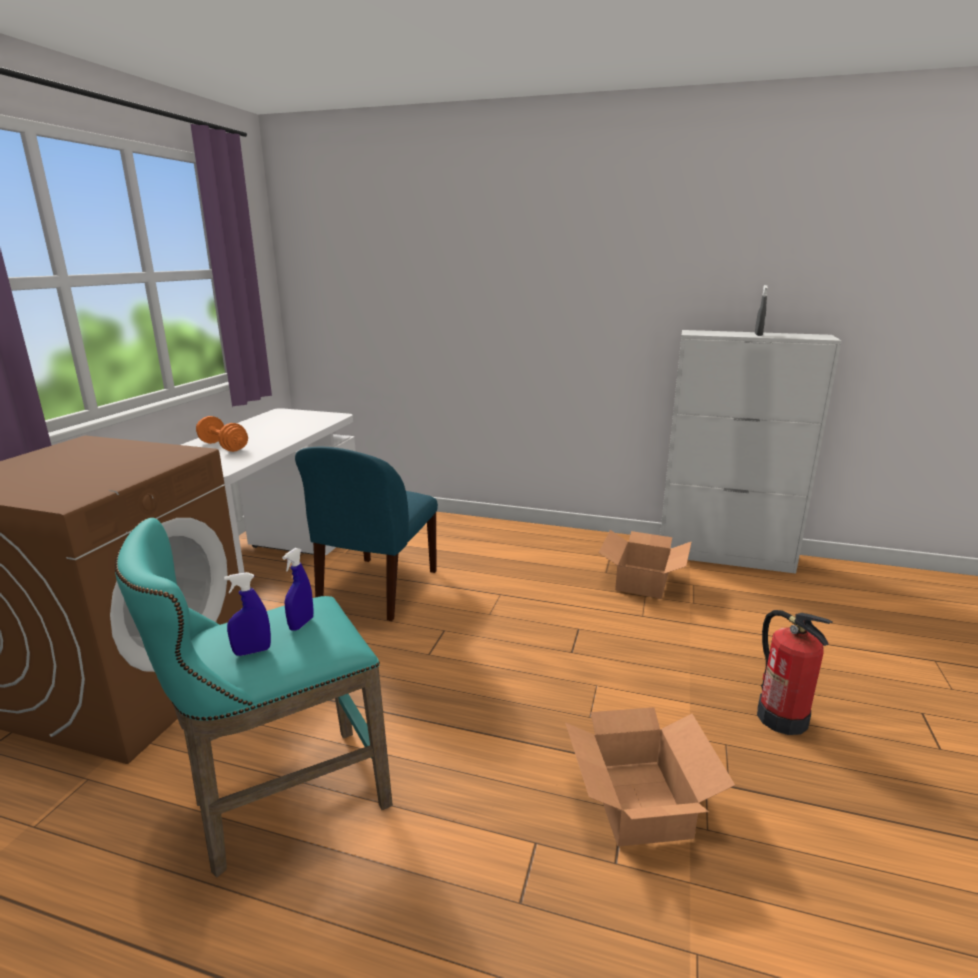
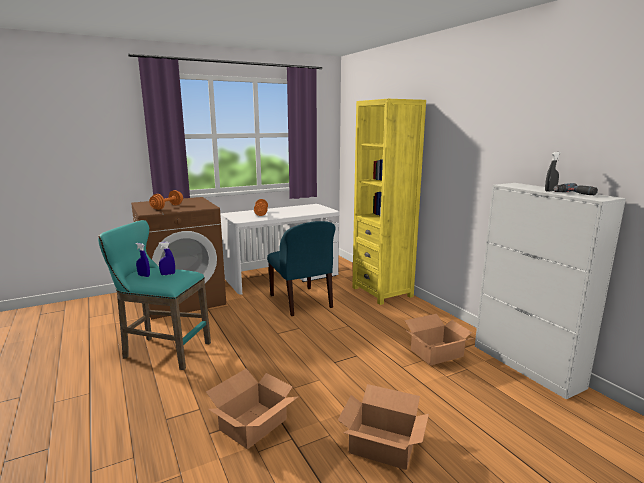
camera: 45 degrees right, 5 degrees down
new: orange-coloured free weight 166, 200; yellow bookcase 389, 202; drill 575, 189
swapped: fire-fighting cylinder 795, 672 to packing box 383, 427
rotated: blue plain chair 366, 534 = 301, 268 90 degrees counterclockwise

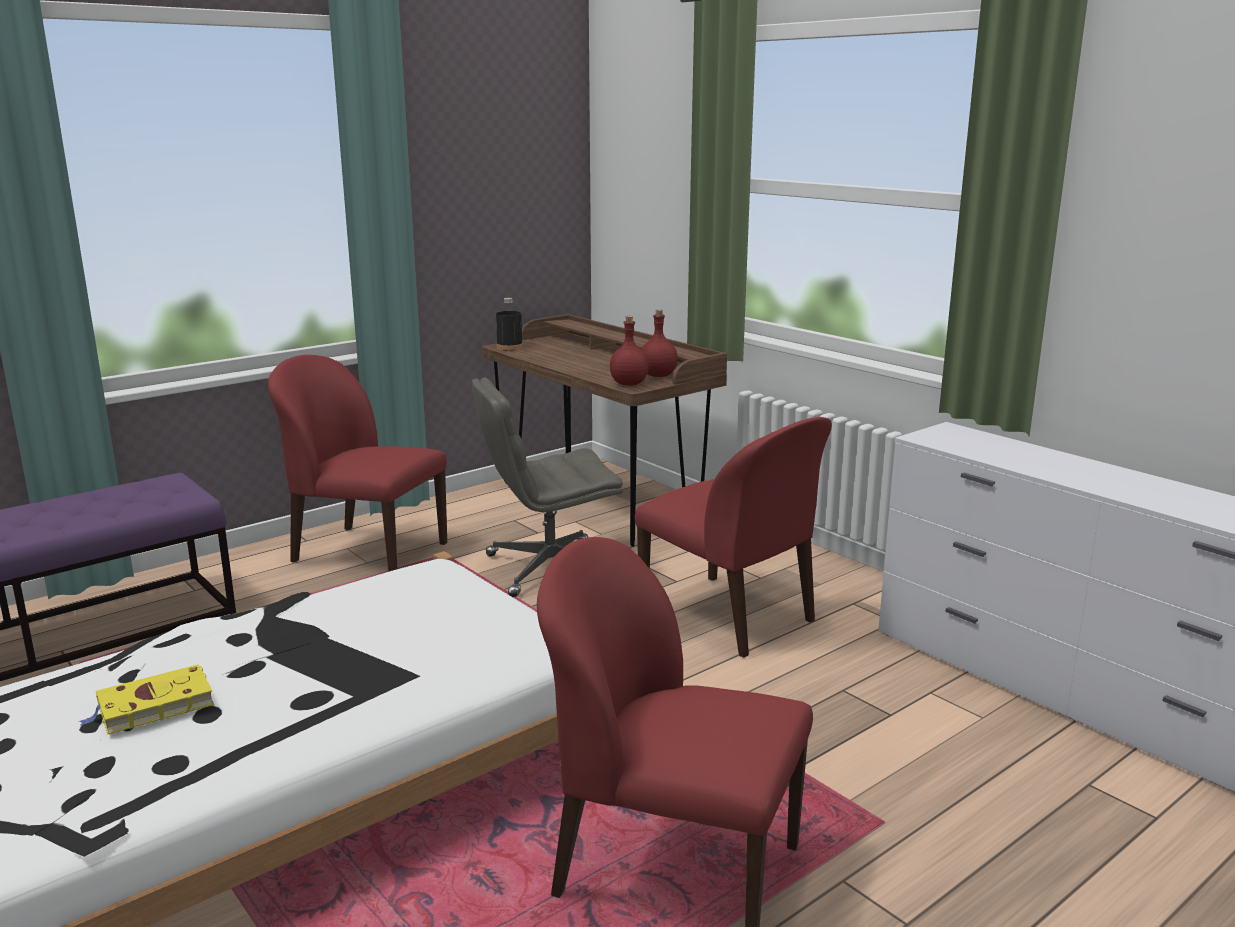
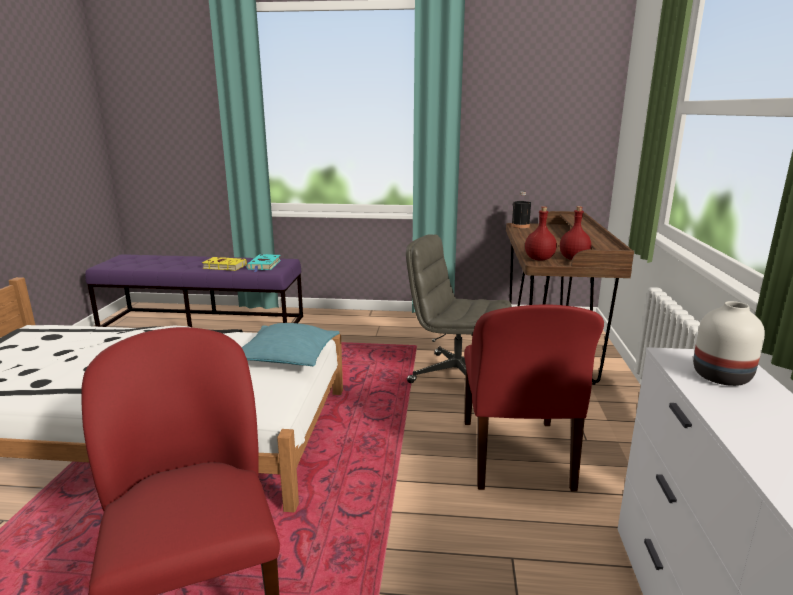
camera: 45 degrees right, 0 degrees up
gone: red plain chair 357, 463
new: turquoise-coloured cushion 290, 344; turquoise-coloured book 264, 263; white decorative vase 729, 343
shifted: yellow book 146, 699 to 224, 264

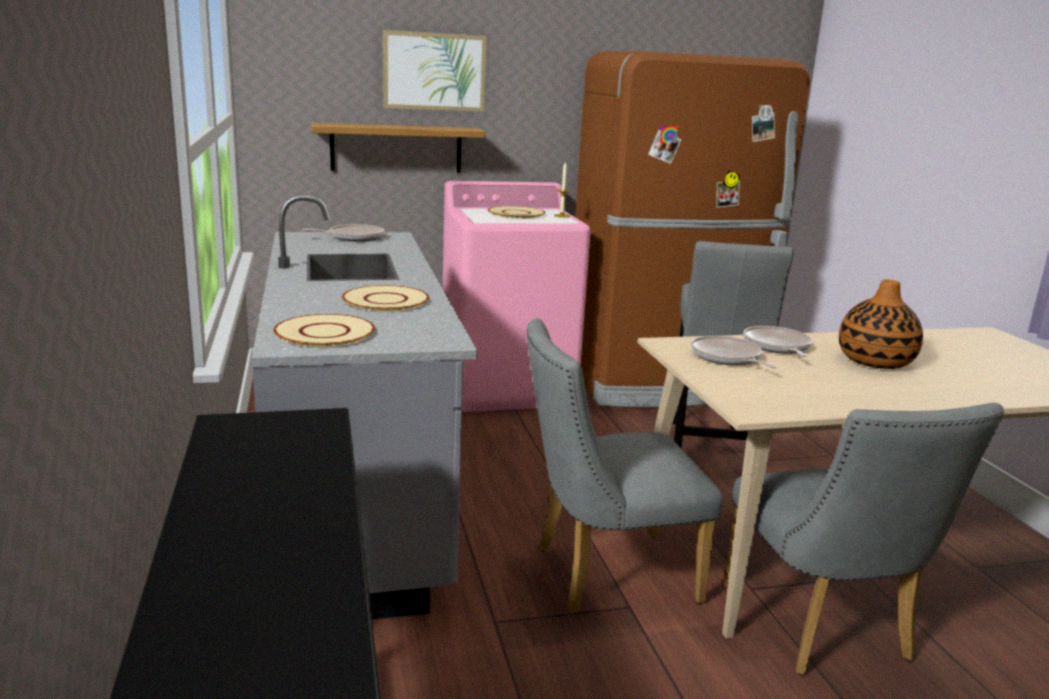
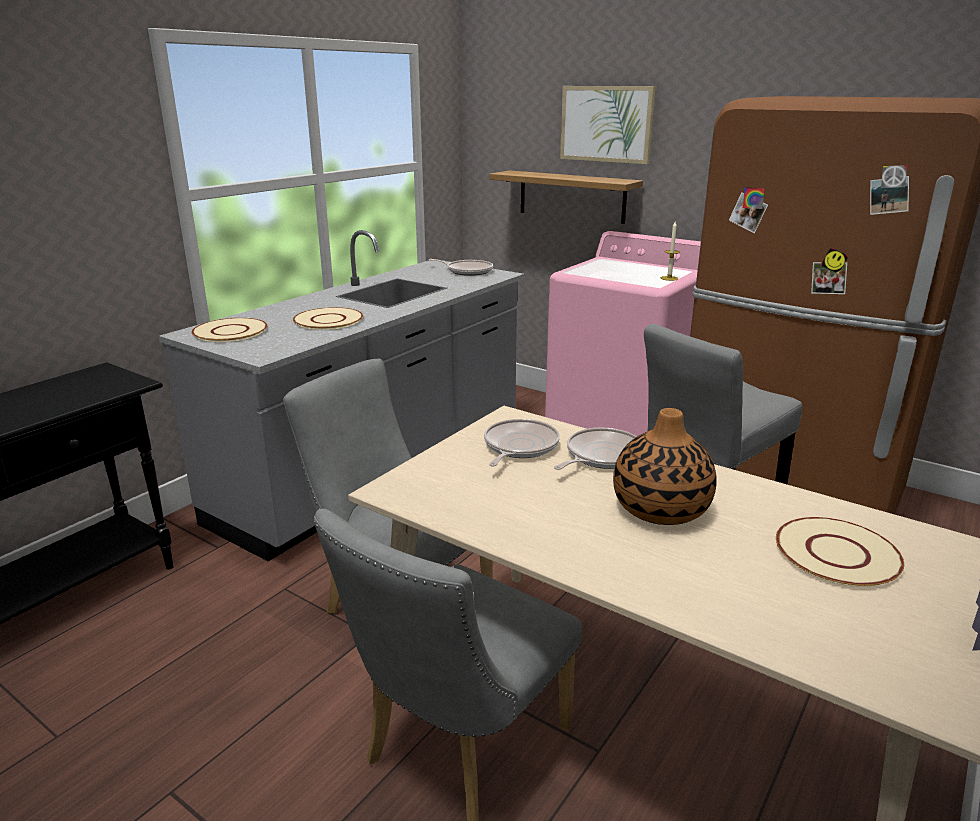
camera: 50 degrees right, 5 degrees up
shifted: beige-coloured dinner plate 516, 212 to 840, 552

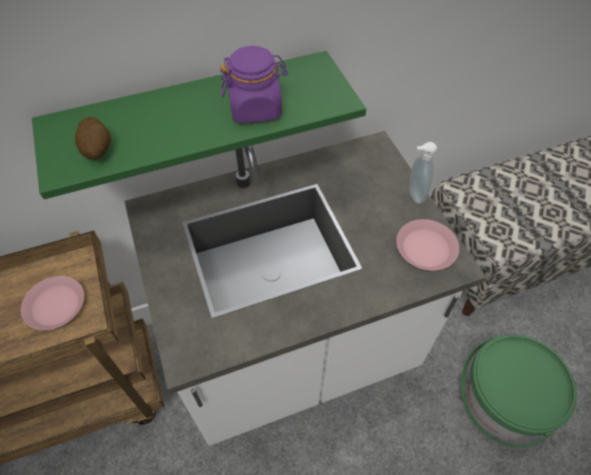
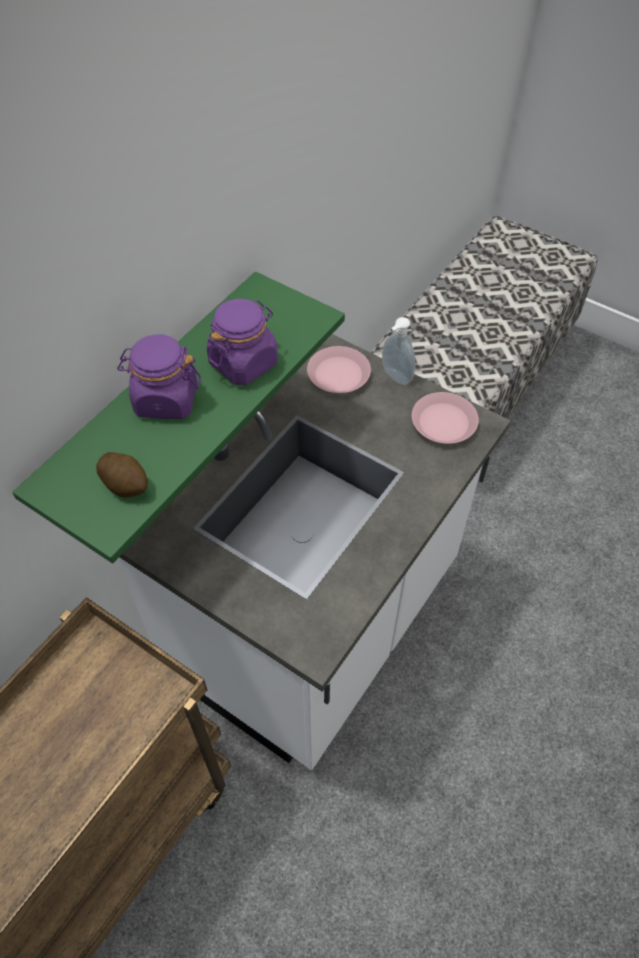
camera: 35 degrees left, 0 degrees up
gone: greenish pail 519, 391
new: purplish jar 159, 376
shifted: pinkish dinner plate 52, 303 to 339, 369

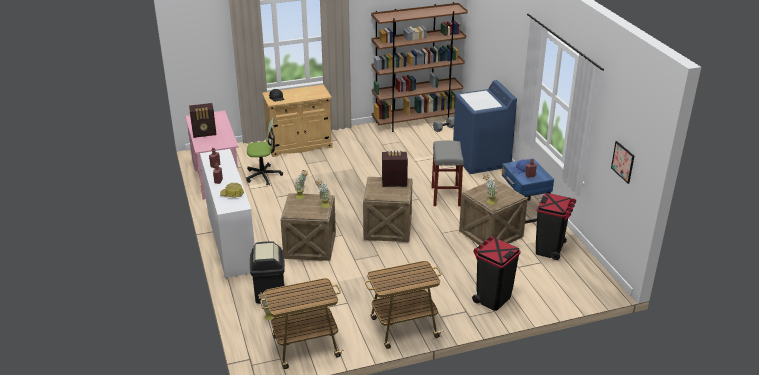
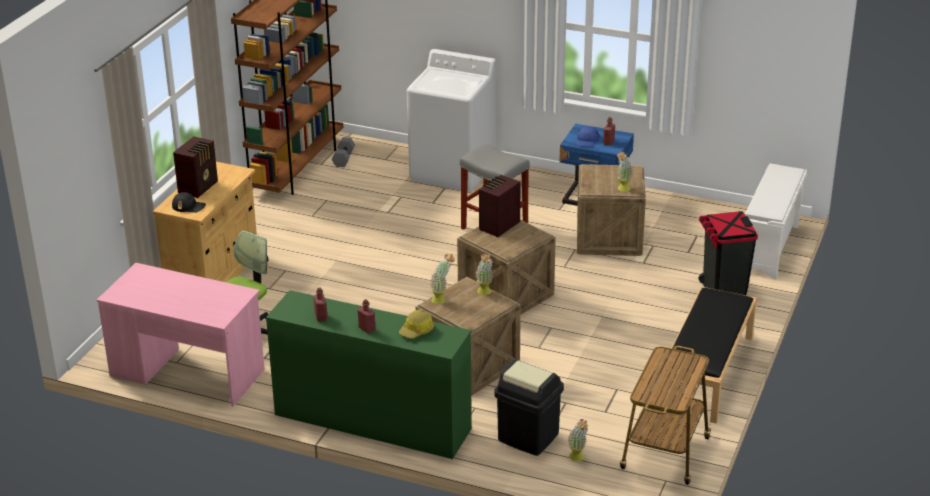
camera: 50 degrees left, 0 degrees up
gone: blackish waste bin 556, 226; wall art 622, 162
new: white shoe rack 776, 221
shifted: radio receiver 203, 120 to 195, 167
swapped: cart 404, 305 to blackish bench 709, 355
repainted: white chest of drawers 227, 213 to greenish chest of drawers 369, 374; blue laundry appliance 485, 127 to white laundry appliance 452, 120

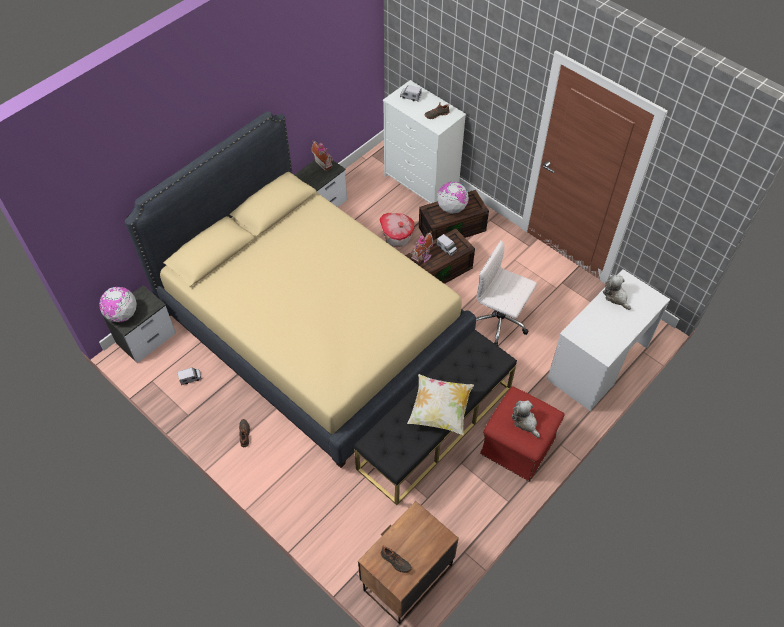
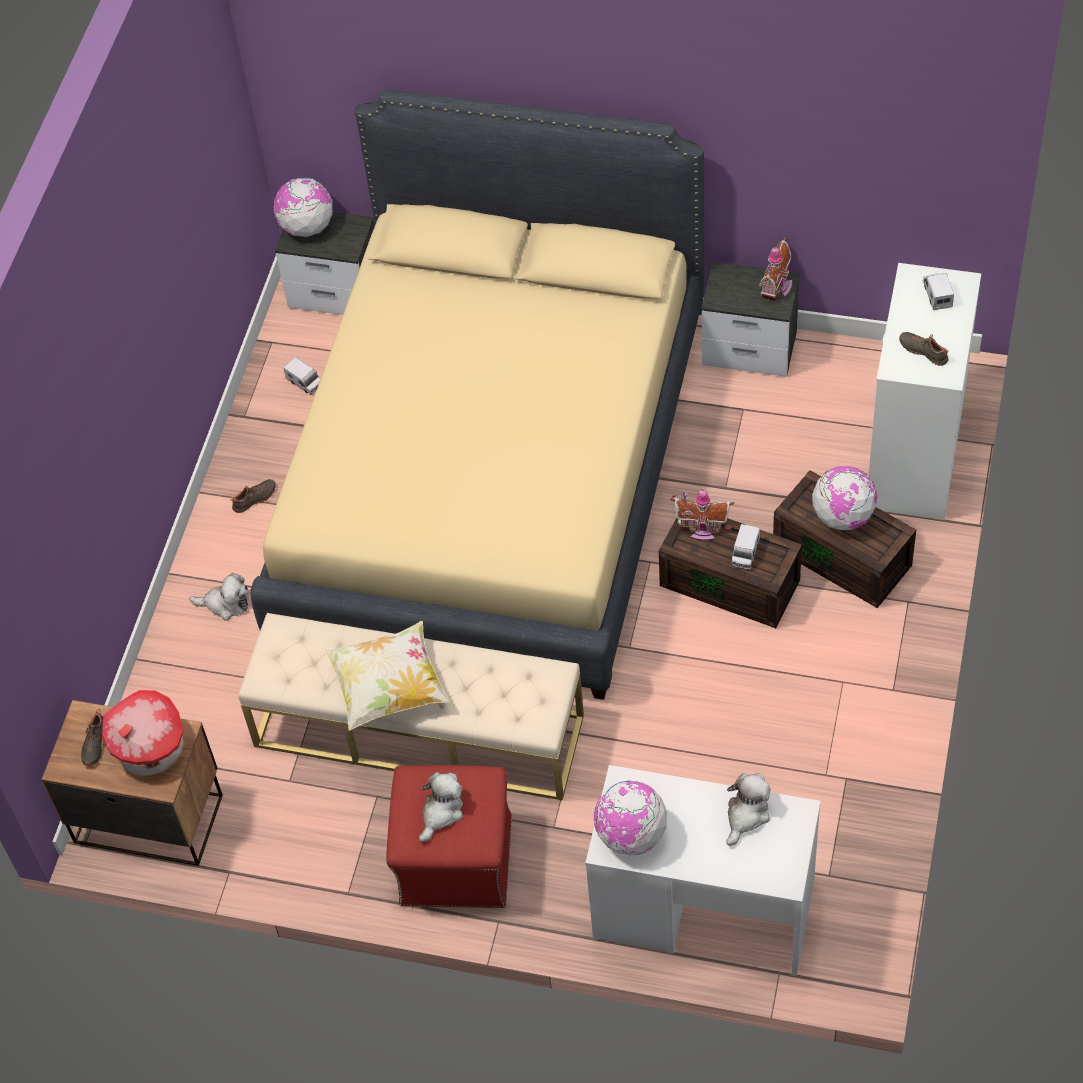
camera: 65 degrees right, 0 degrees up
gone: white desk chair 506, 293
new: plush toy 219, 597; world globe 630, 818
shifted: toy house 396, 230 to 143, 732
repainted: blackish bench 435, 417 to beige-coloured bench 411, 706

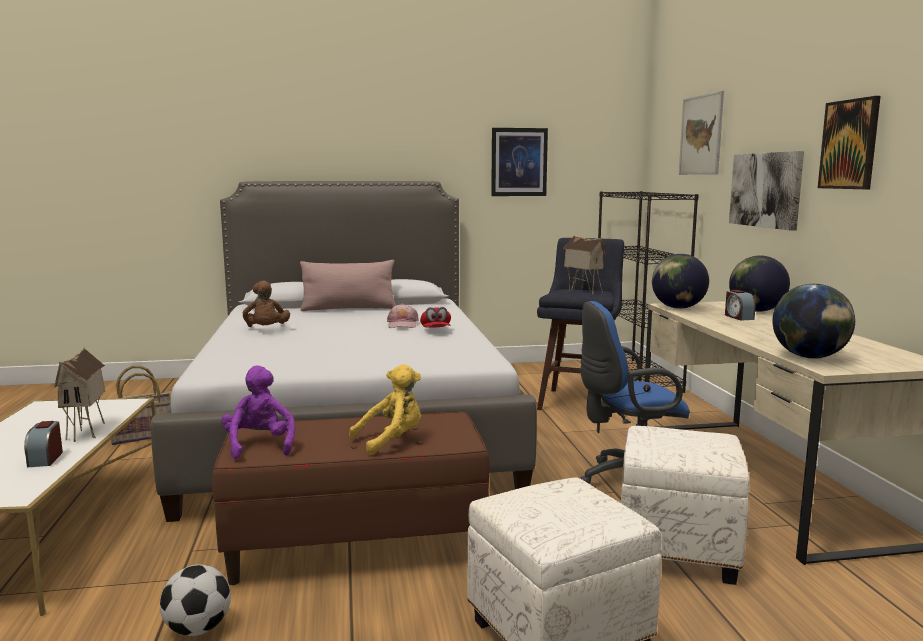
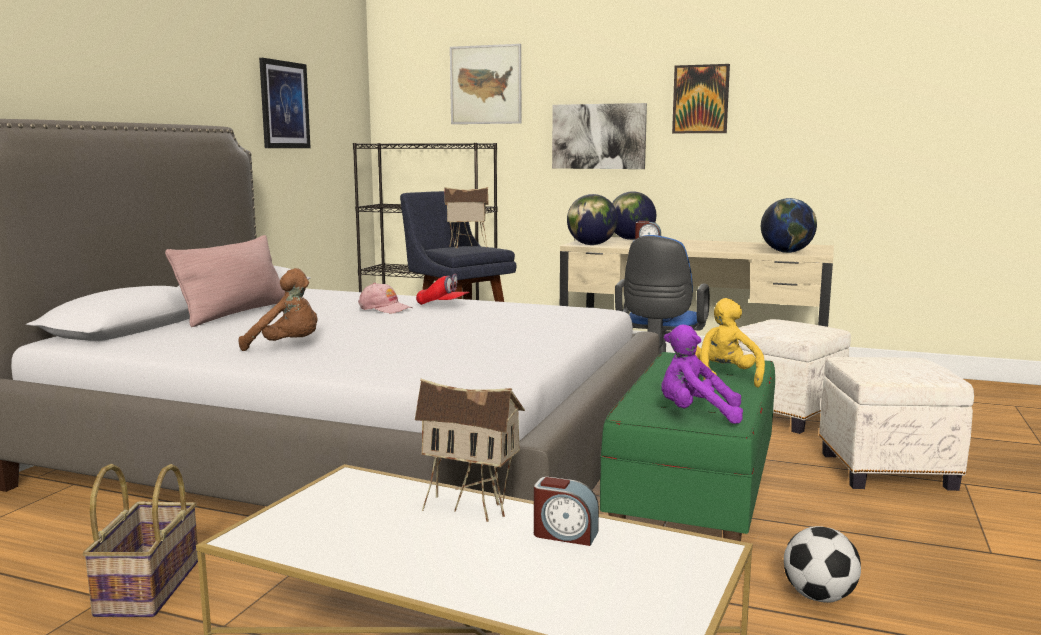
camera: 60 degrees left, 0 degrees up
repainted: brownish bench 351, 498 to greenish bench 687, 446

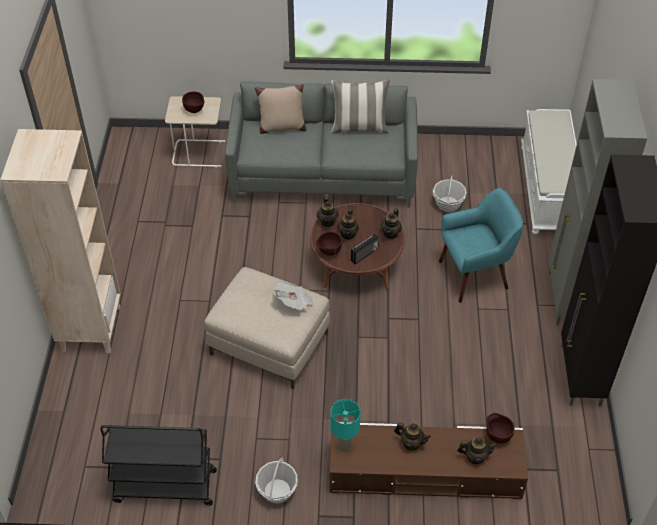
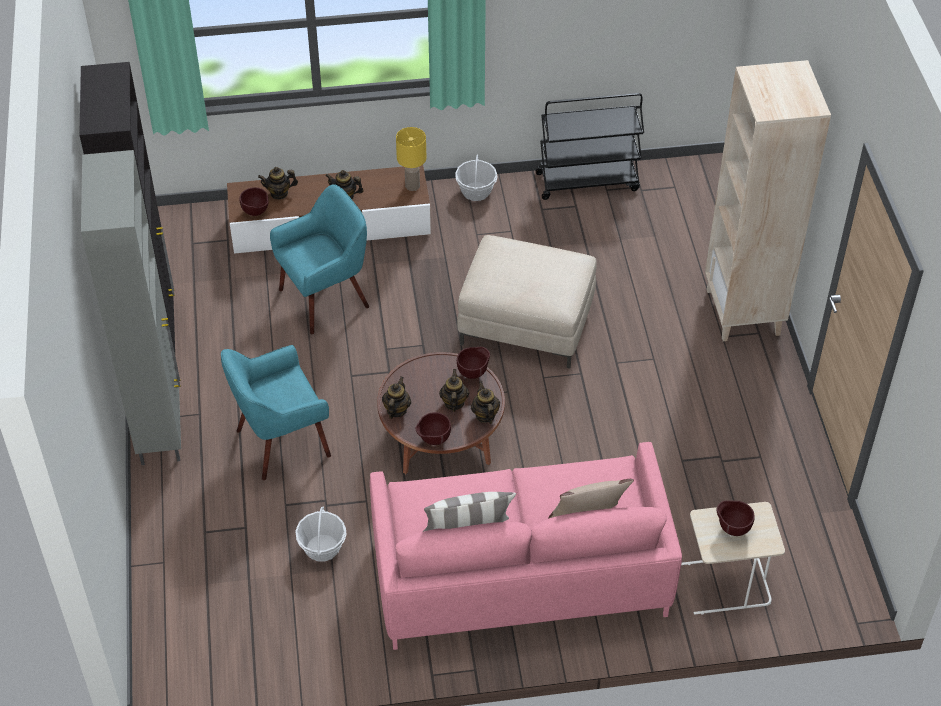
camera: 170 degrees right, 0 degrees up
gone: printed paper 294, 295; radio receiver 365, 249; white bench 549, 172
new: turquoise-coloured armchair 319, 259; brownish serving bowl 433, 428
repainted: gray couch 321, 144 to pinkish couch 526, 546; turquoise-coloured tabletop lamp 346, 426 to yellow tabletop lamp 411, 159

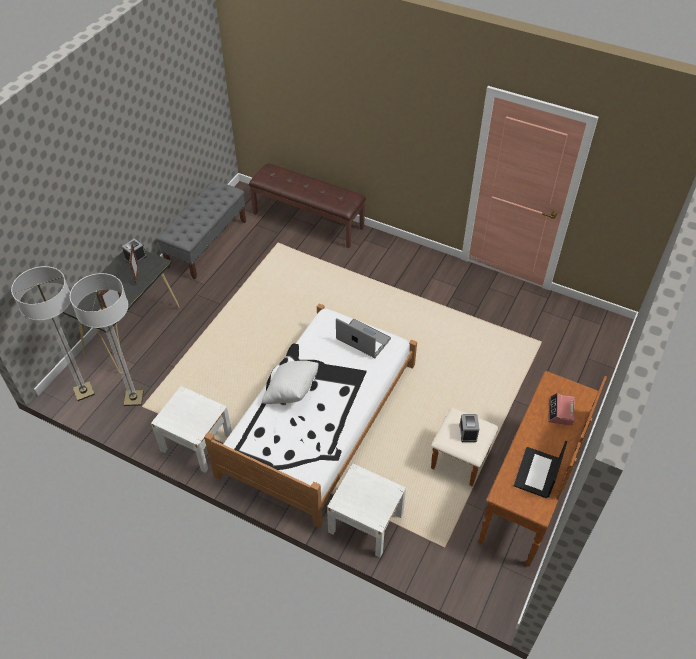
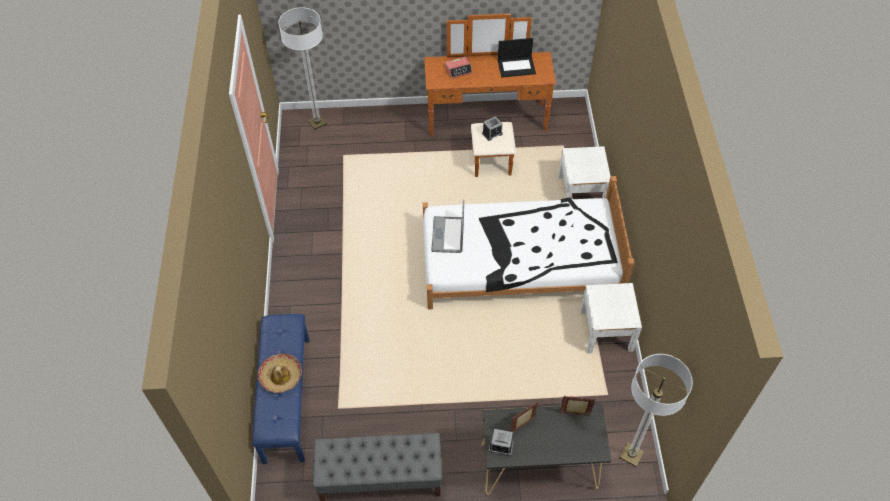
camera: 120 degrees left, 5 degrees up
gone: white cushion 290, 382
new: wearable hat 279, 373
shifted: standing lamp 107, 339 to 303, 68
repainted: brownish bench 307, 206 to blue bench 280, 389

